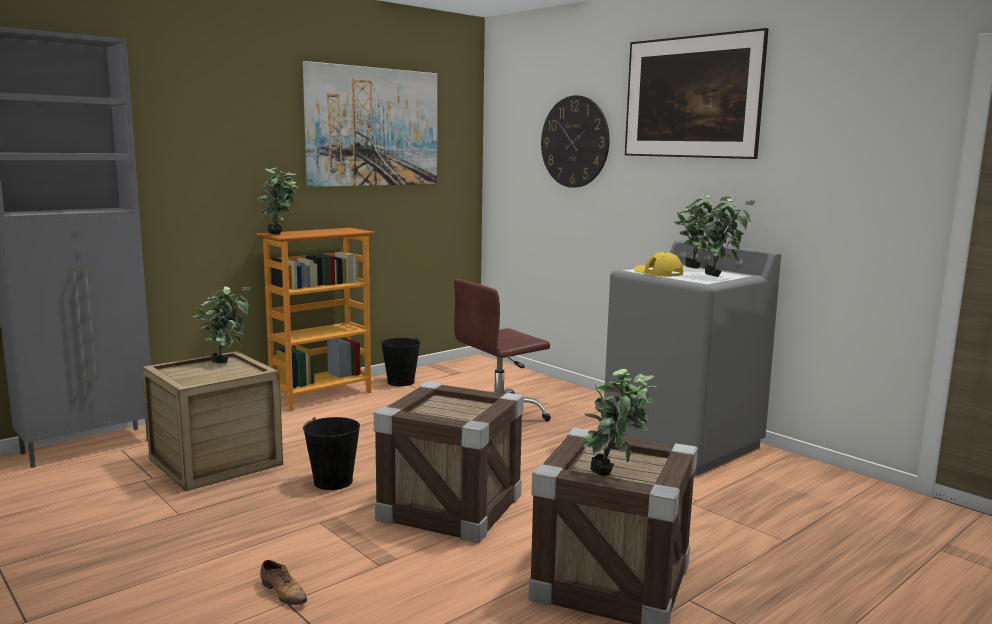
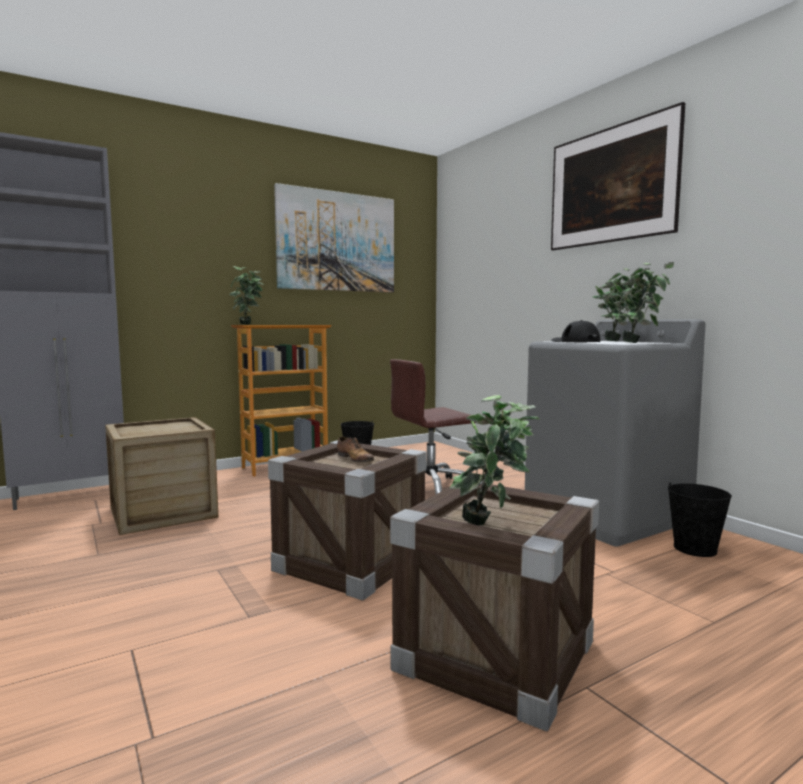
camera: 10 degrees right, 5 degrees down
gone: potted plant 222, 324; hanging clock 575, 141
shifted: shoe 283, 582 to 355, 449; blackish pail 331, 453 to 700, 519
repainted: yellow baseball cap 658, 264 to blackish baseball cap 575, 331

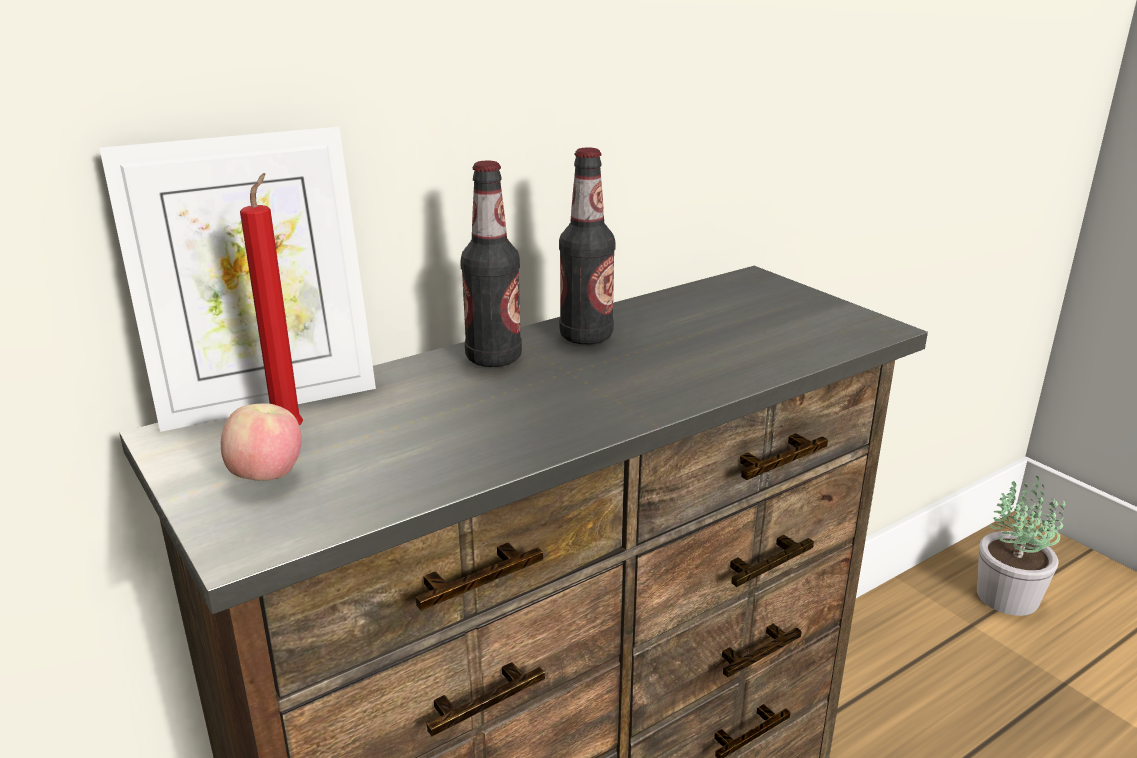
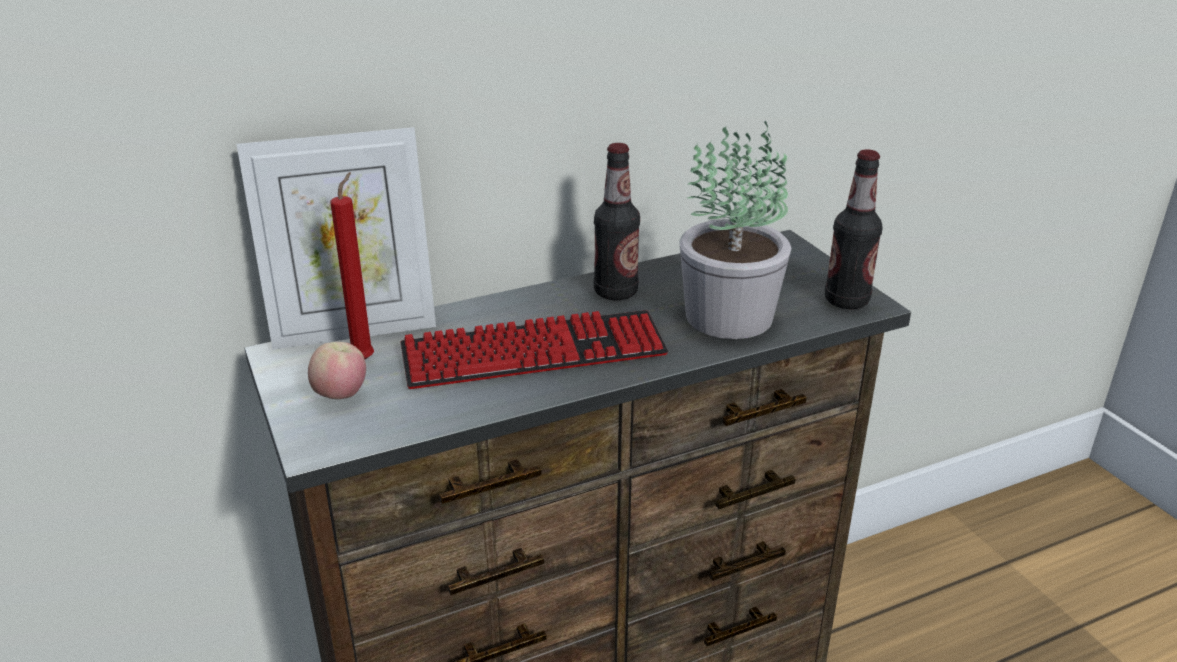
camera: 10 degrees right, 5 degrees up
new: computer keyboard 534, 349
shifted: potted plant 1021, 545 to 735, 230; bottle 491, 264 to 854, 229

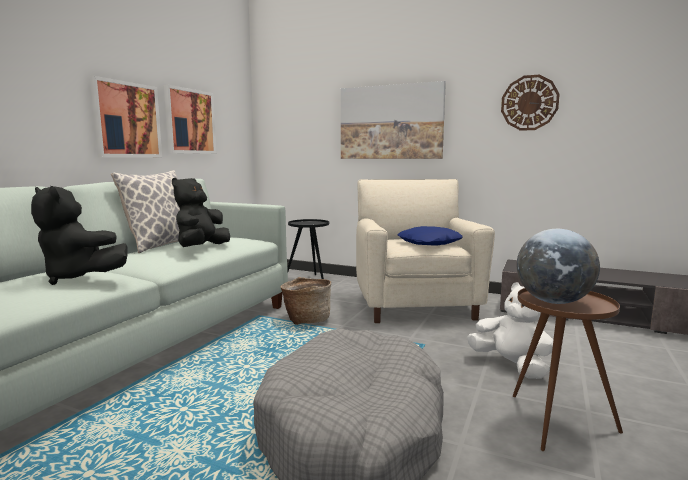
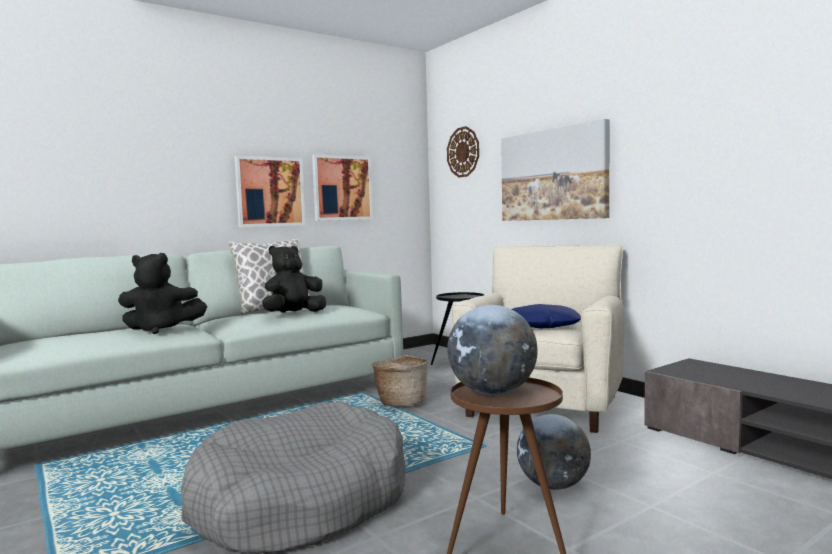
camera: 30 degrees right, 5 degrees down
shifted: hanging clock 530, 103 to 463, 151
swapped: white plush toy 510, 331 to world globe 554, 452
rotated: blackish plush toy 79, 235 = 162, 293 60 degrees counterclockwise

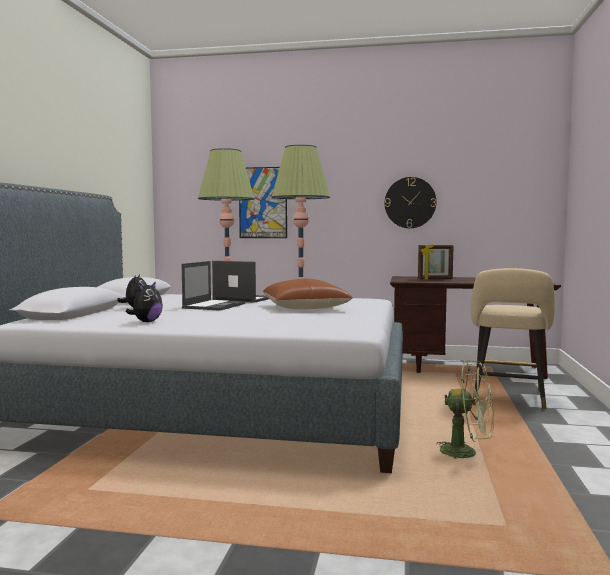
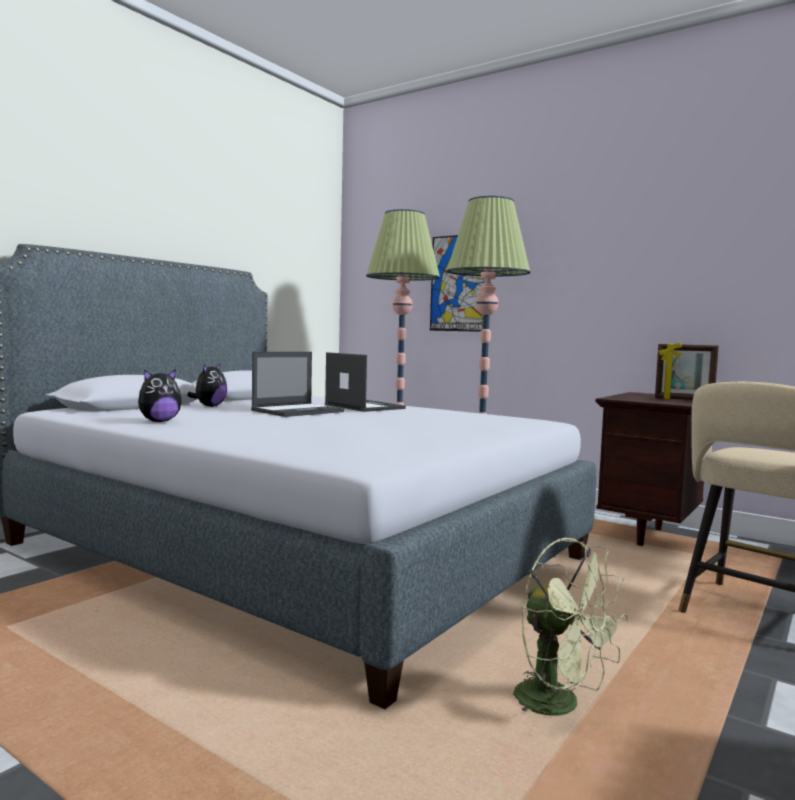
camera: 25 degrees right, 0 degrees up
gone: brownish cushion 308, 294; hanging clock 410, 202

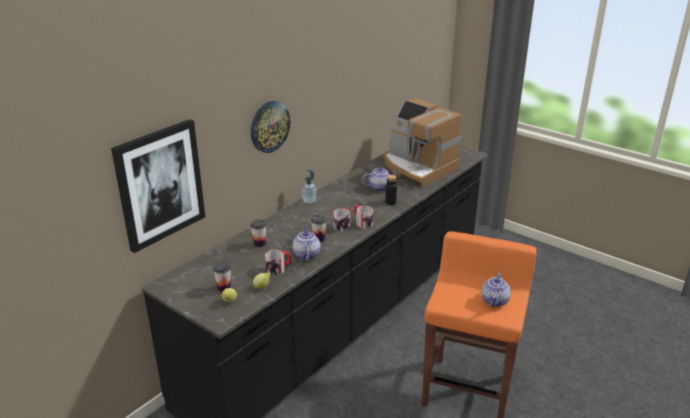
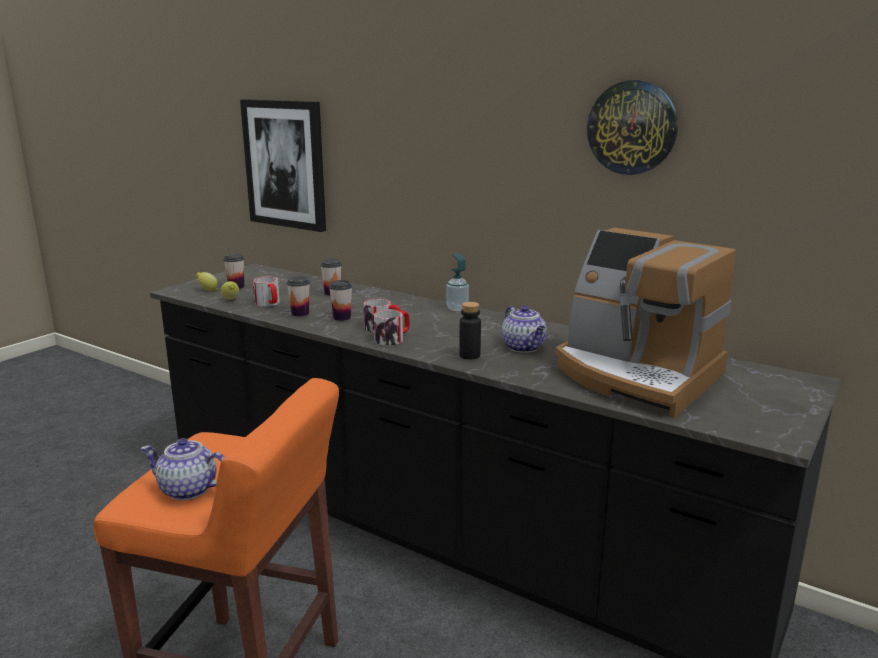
camera: 85 degrees right, 10 degrees down
shifted: hanging clock 270, 127 to 632, 127
swapped: tea pot 306, 243 to small cup 298, 297
rotated: coffee machine 422, 143 = 645, 323 90 degrees counterclockwise

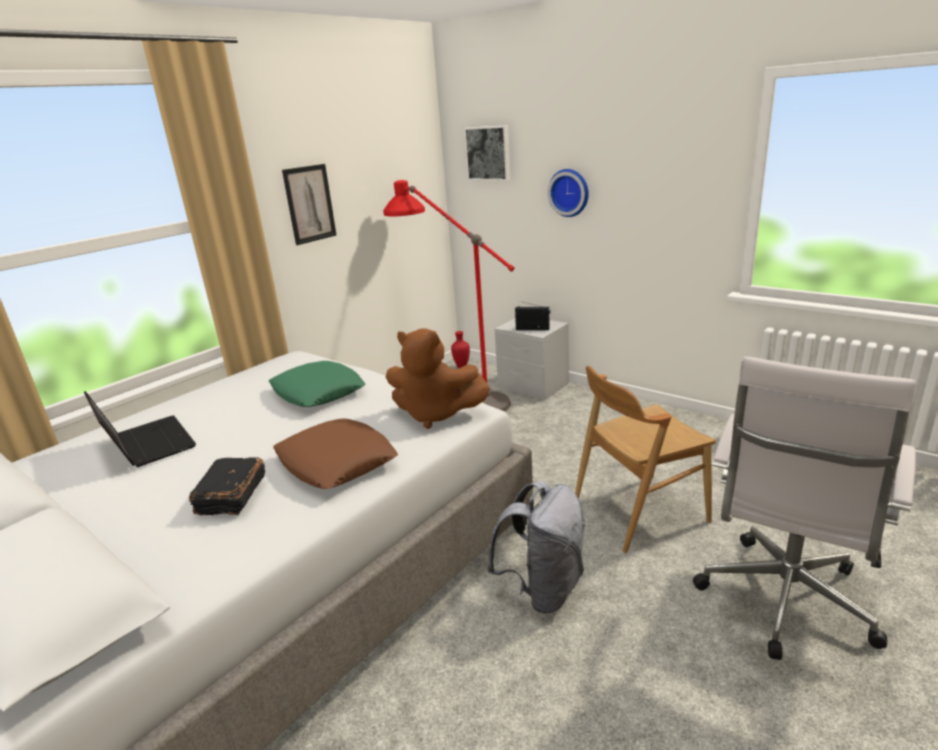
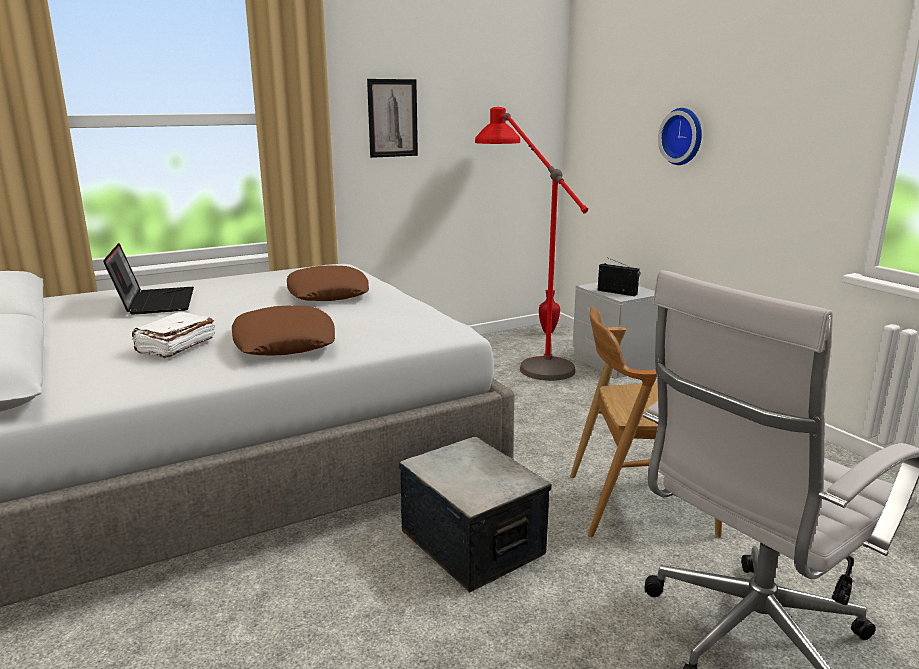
camera: 20 degrees right, 5 degrees down
gone: brownish plush toy 438, 378; wall art 487, 153
swapped: gray rucksack 536, 547 to storage box 475, 515
repainted: blackish book 227, 486 to white book 173, 335; greenish cushion 317, 384 to brownish cushion 328, 283

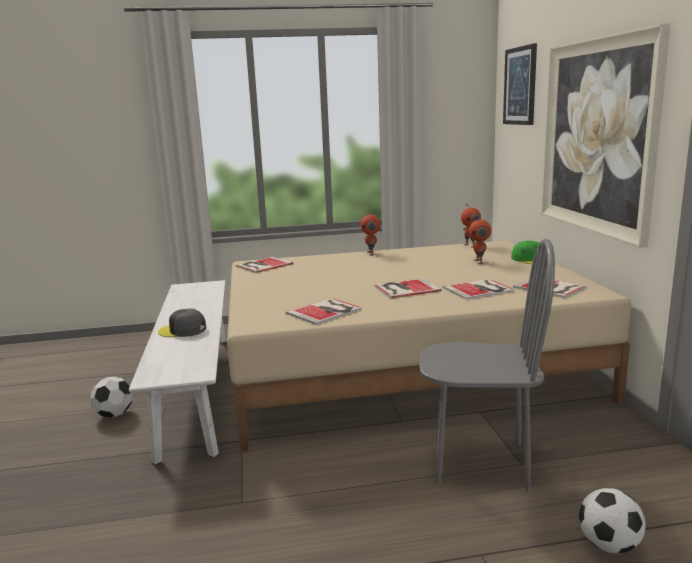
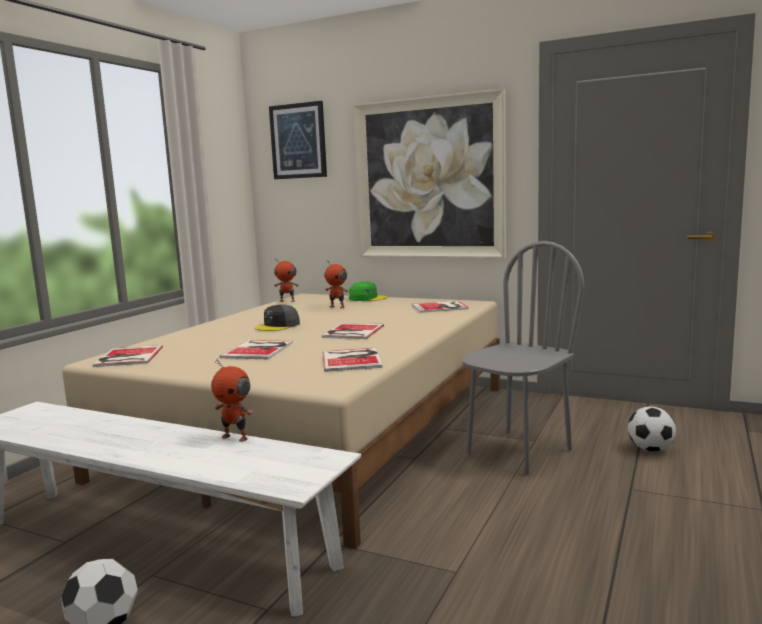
camera: 55 degrees left, 5 degrees down
shifted: model robot 370, 233 to 232, 400; book 478, 289 to 256, 349; gray baseball cap 182, 322 to 277, 317

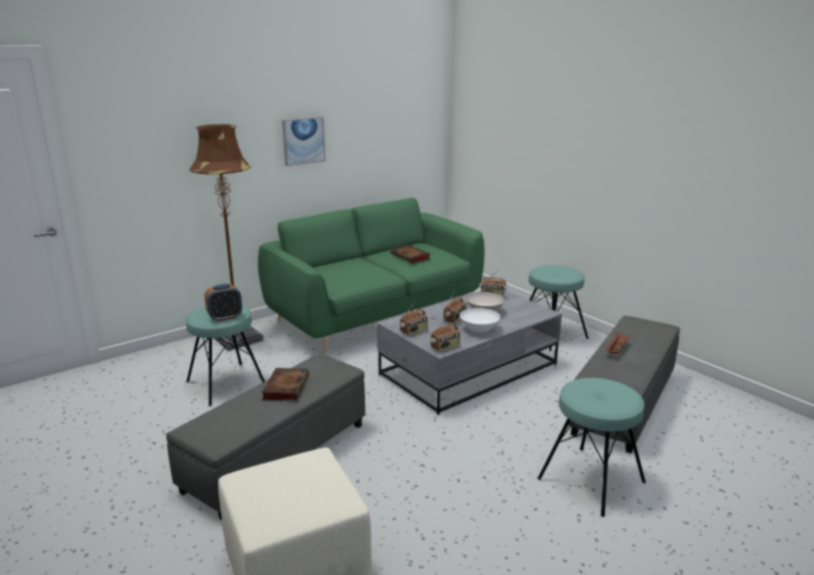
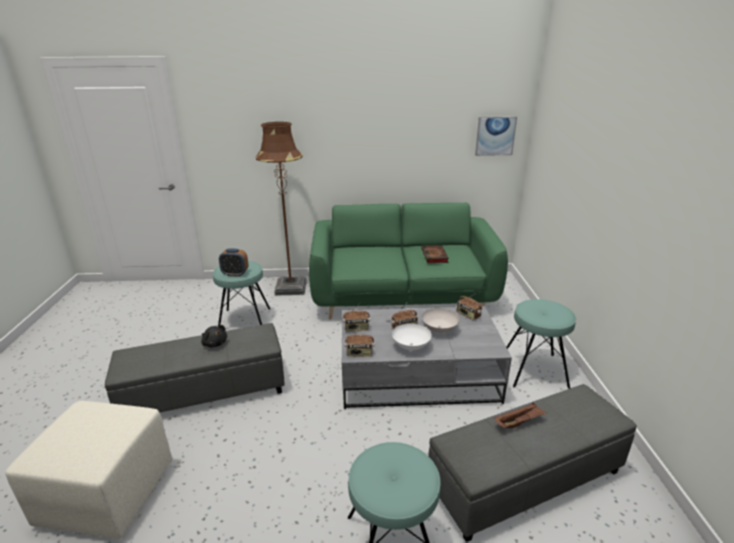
camera: 35 degrees right, 5 degrees up
shifted: wall art 303, 141 to 496, 136
swapped: book 285, 384 to blackish plush toy 214, 336

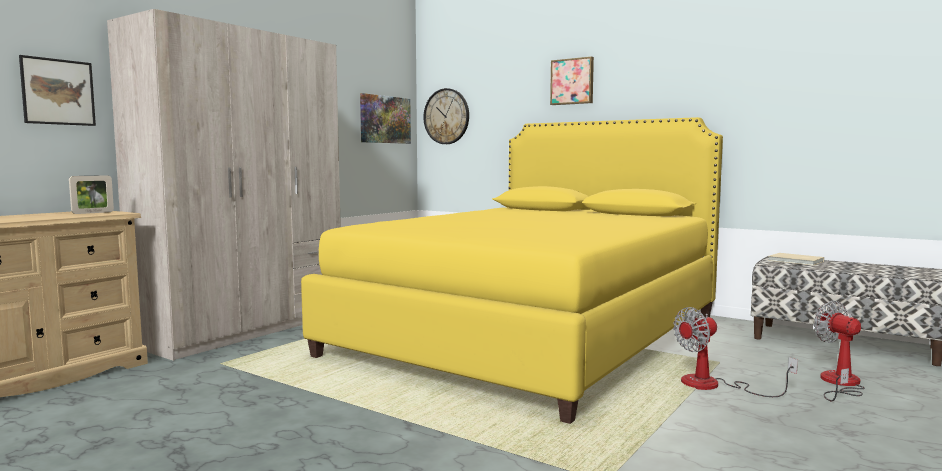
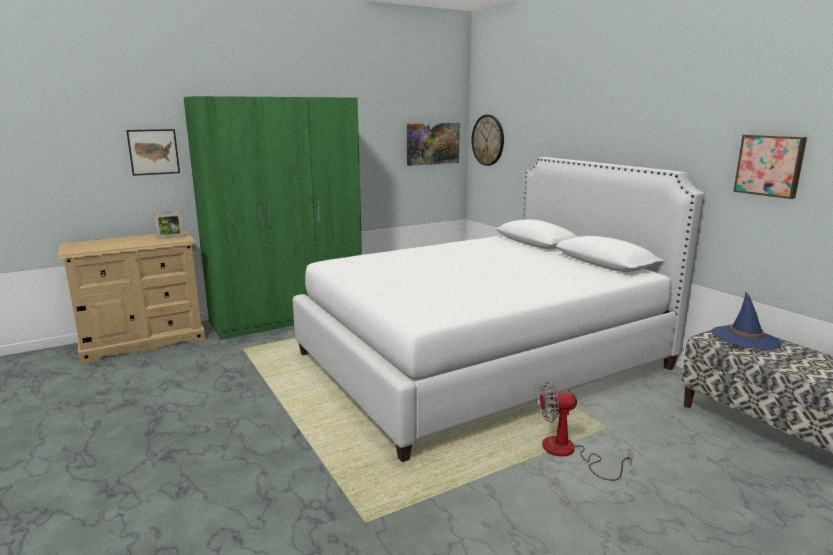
camera: 25 degrees right, 10 degrees up
gone: cooling fan 839, 351
shifted: wall art 572, 81 to 770, 166
swapped: beige-coloured book 796, 259 to blue wearable hat 746, 320
repainted: beige-coloured clothes cupboard 224, 185 to greenish clothes cupboard 272, 218; yellow sleeping bed 512, 270 to white sleeping bed 499, 309

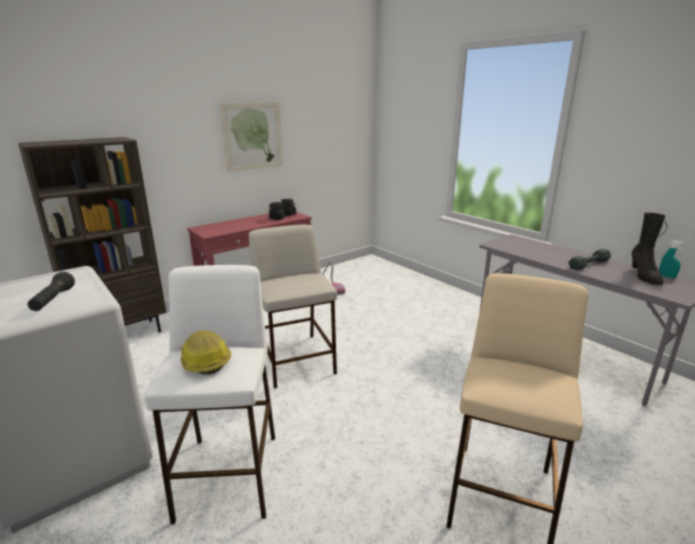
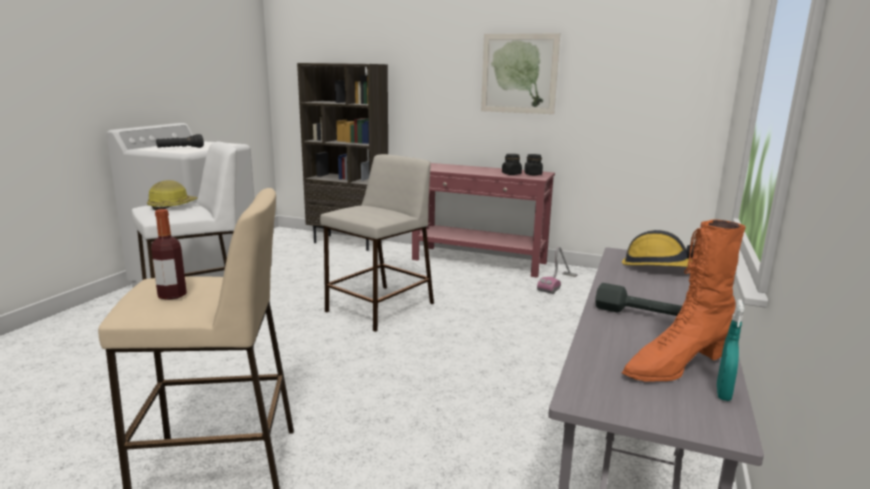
camera: 60 degrees right, 5 degrees down
new: bottle 169, 254; safety helmet 658, 248
repainted: blackish tall boot 649, 249 to orange-coloured tall boot 683, 301

